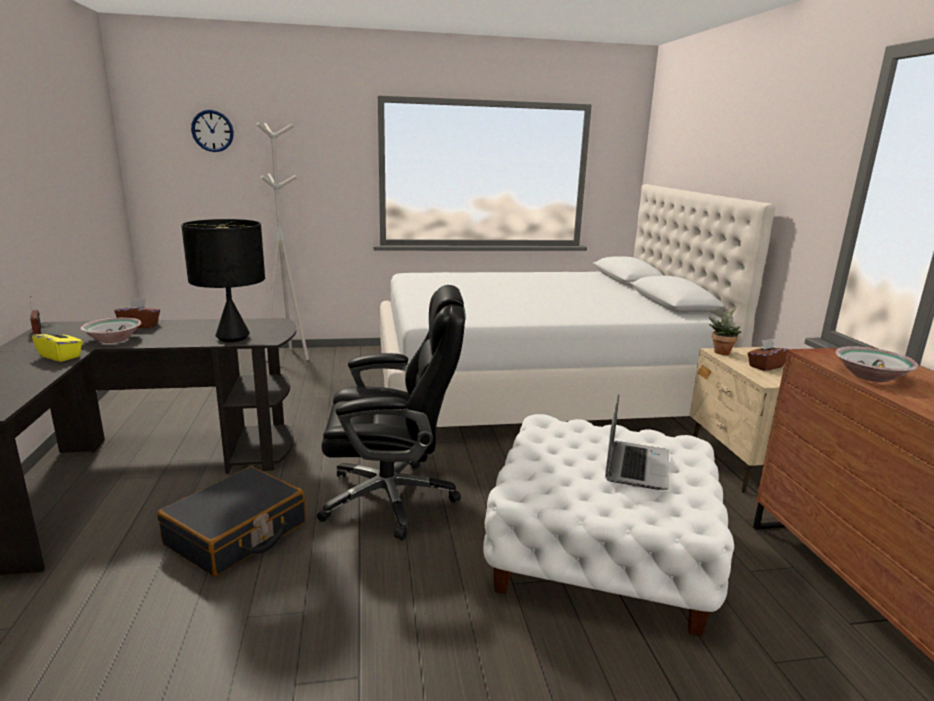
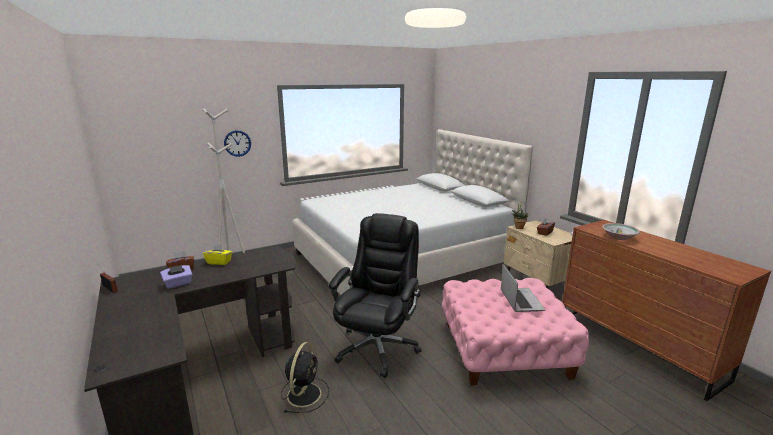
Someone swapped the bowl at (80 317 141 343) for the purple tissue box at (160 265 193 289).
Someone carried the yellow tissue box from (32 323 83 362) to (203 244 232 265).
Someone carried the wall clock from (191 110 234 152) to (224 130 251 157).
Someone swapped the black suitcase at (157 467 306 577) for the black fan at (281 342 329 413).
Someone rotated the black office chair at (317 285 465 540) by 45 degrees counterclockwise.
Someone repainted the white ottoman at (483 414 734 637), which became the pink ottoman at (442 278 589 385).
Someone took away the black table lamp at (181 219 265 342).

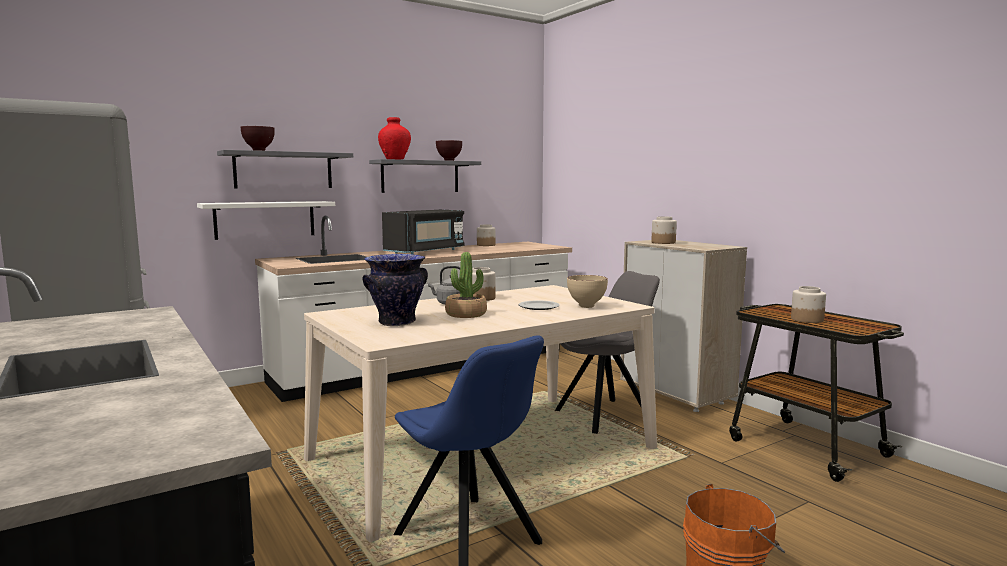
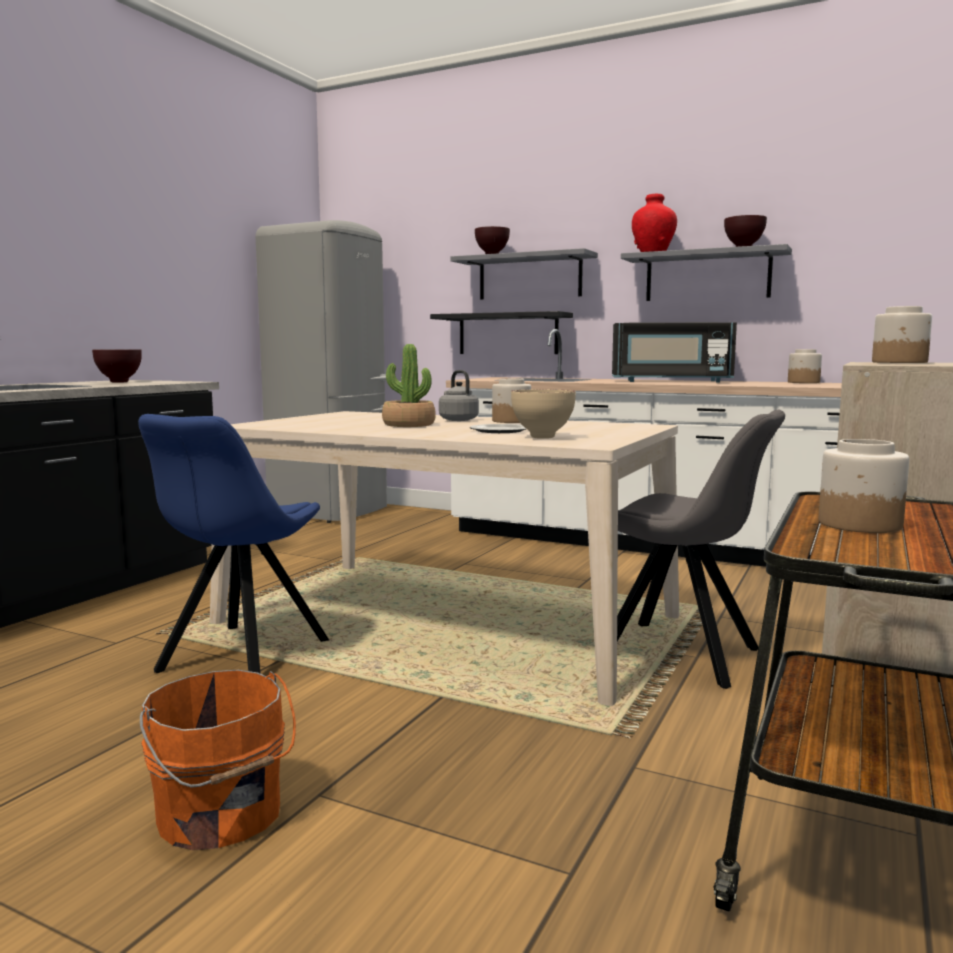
Someone put down the brown bowl at (92 349 142 383).
Someone repainted the white shelf at (197 201 335 240), which became the black shelf at (430 311 573 354).
Someone took away the vase at (363 254 428 326).

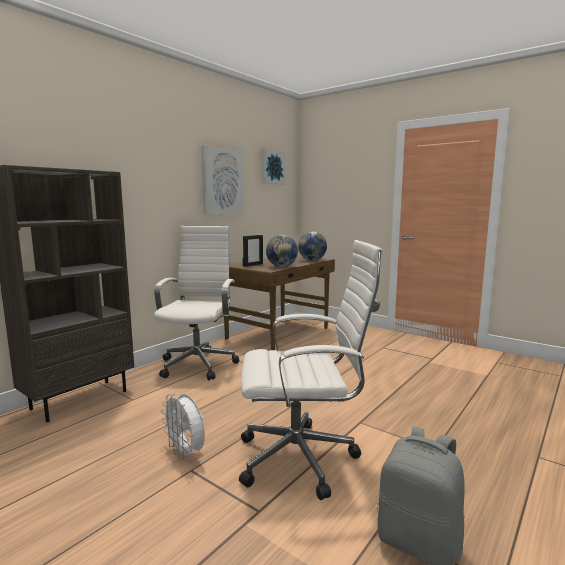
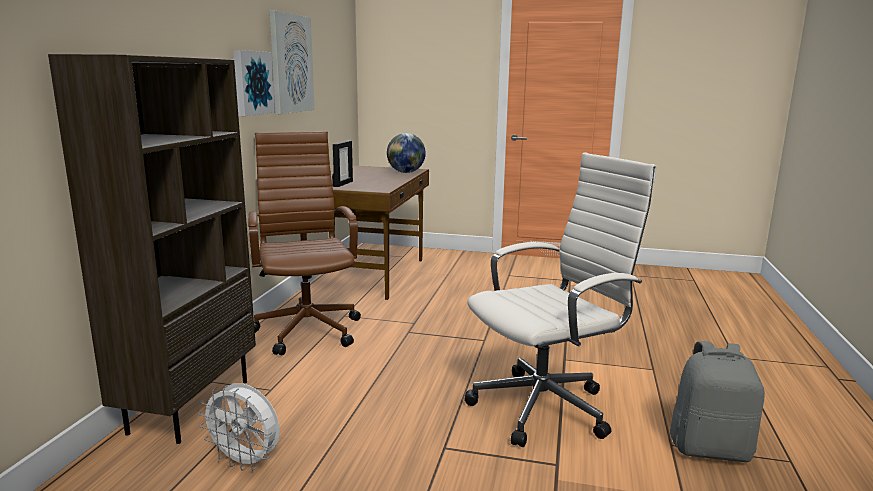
Someone carried the white fan from (161 394 205 461) to (198 383 280 471).
Someone carried the picture from (261 149 285 184) to (233 50 275 116).
Someone repainted the white office chair at (154 226 239 380), which became the brown office chair at (248 131 361 355).
Someone took away the globe at (266 235 298 267).

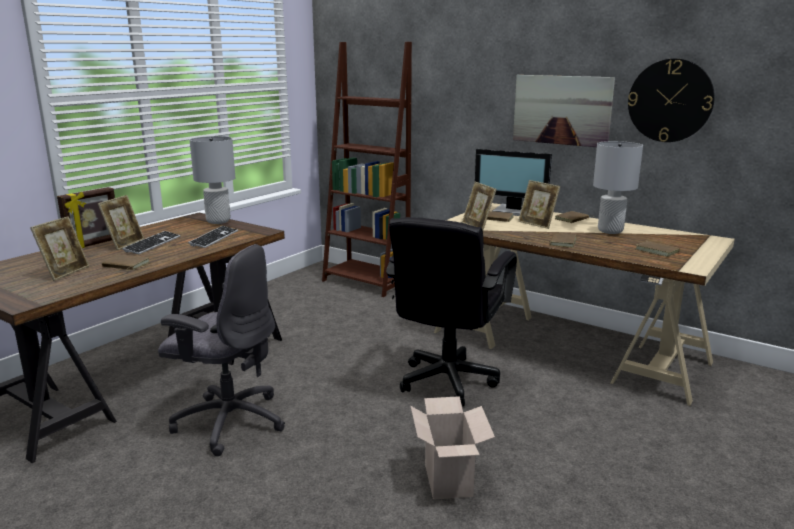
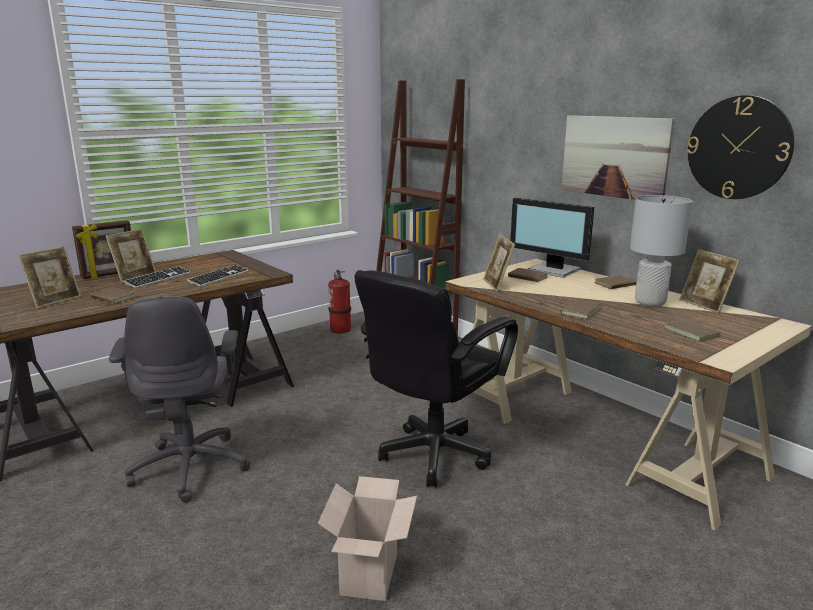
Someone rotated the grey office chair at (158 244 285 456) by 45 degrees clockwise.
Someone put down the fire extinguisher at (328 270 351 334).
Someone carried the picture frame from (518 180 560 229) to (679 249 740 313).
Someone took away the grey table lamp at (190 136 235 224).

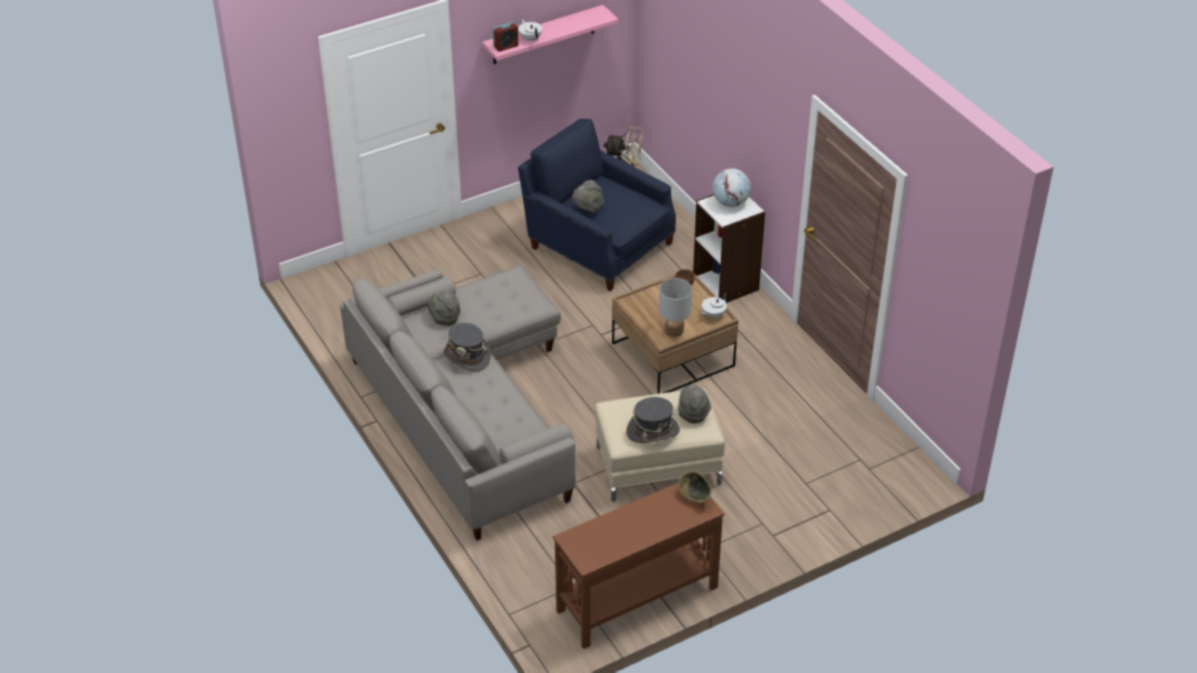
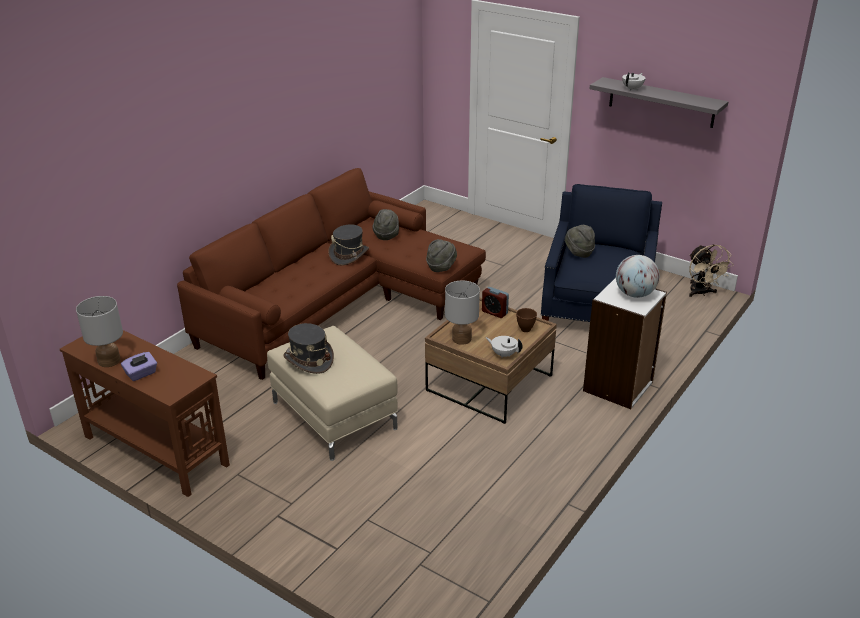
Someone put down the grey table lamp at (76 296 123 367).
Someone put down the purple tissue box at (121 352 157 381).
Someone repainted the grey sofa at (340 265 576 541), which became the brown sofa at (177 168 486 380).
Someone carried the grey hat from (678 385 711 423) to (426 239 457 272).
Someone carried the alarm clock from (493 22 519 51) to (482 287 509 318).
Someone repainted the pink shelf at (483 5 618 64), which became the grey shelf at (590 77 728 128).
Someone took away the bowl at (678 471 712 503).

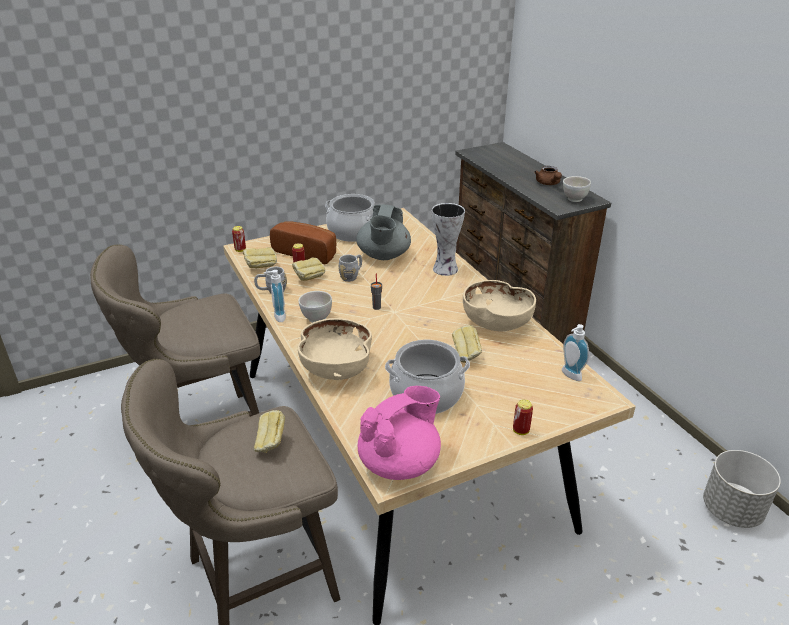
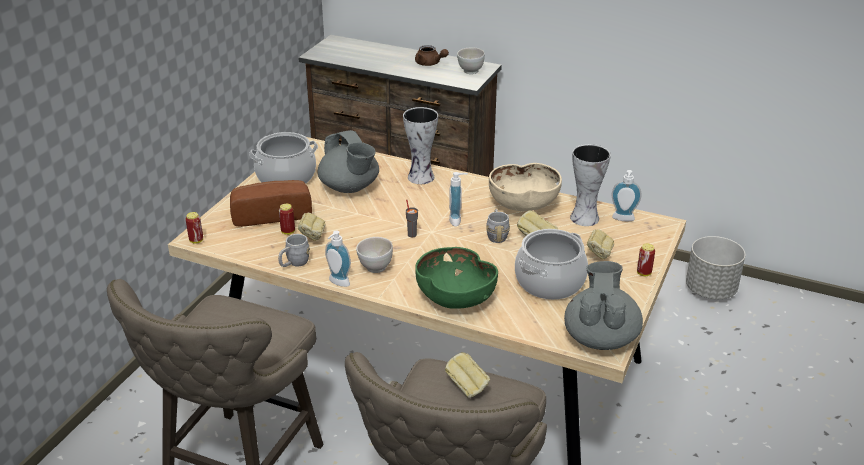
Someone repainted the beige bowl at (298 318 372 380), which became the green bowl at (415 247 498 309).
Someone put down the soap dispenser at (449 172 468 226).
Someone carried the grey mug from (338 254 362 282) to (486 209 510 243).
Someone repainted the pink teapot at (358 386 441 480), which became the grey teapot at (564 261 643 350).
Someone put down the vase at (570 144 611 226).
Someone carried the bread from (242 247 277 268) to (587 229 614 259).

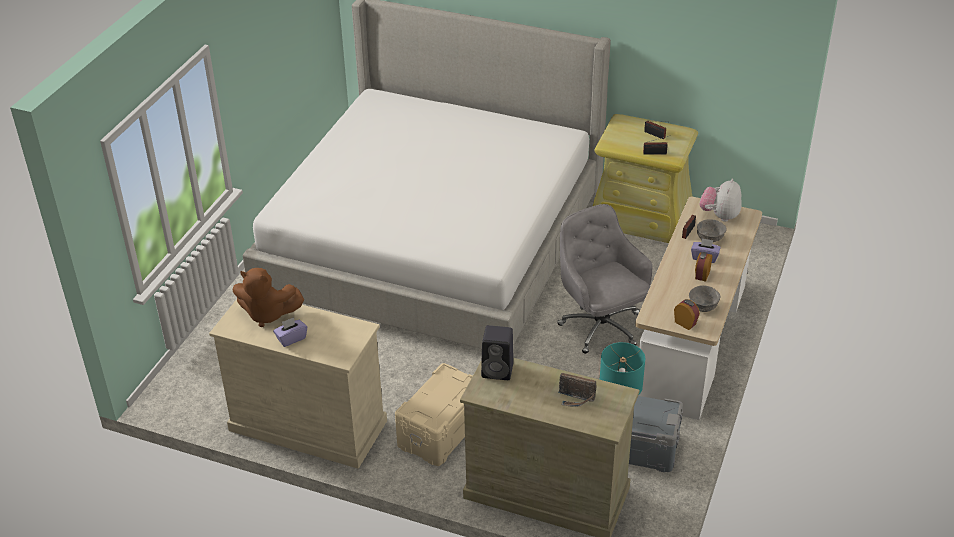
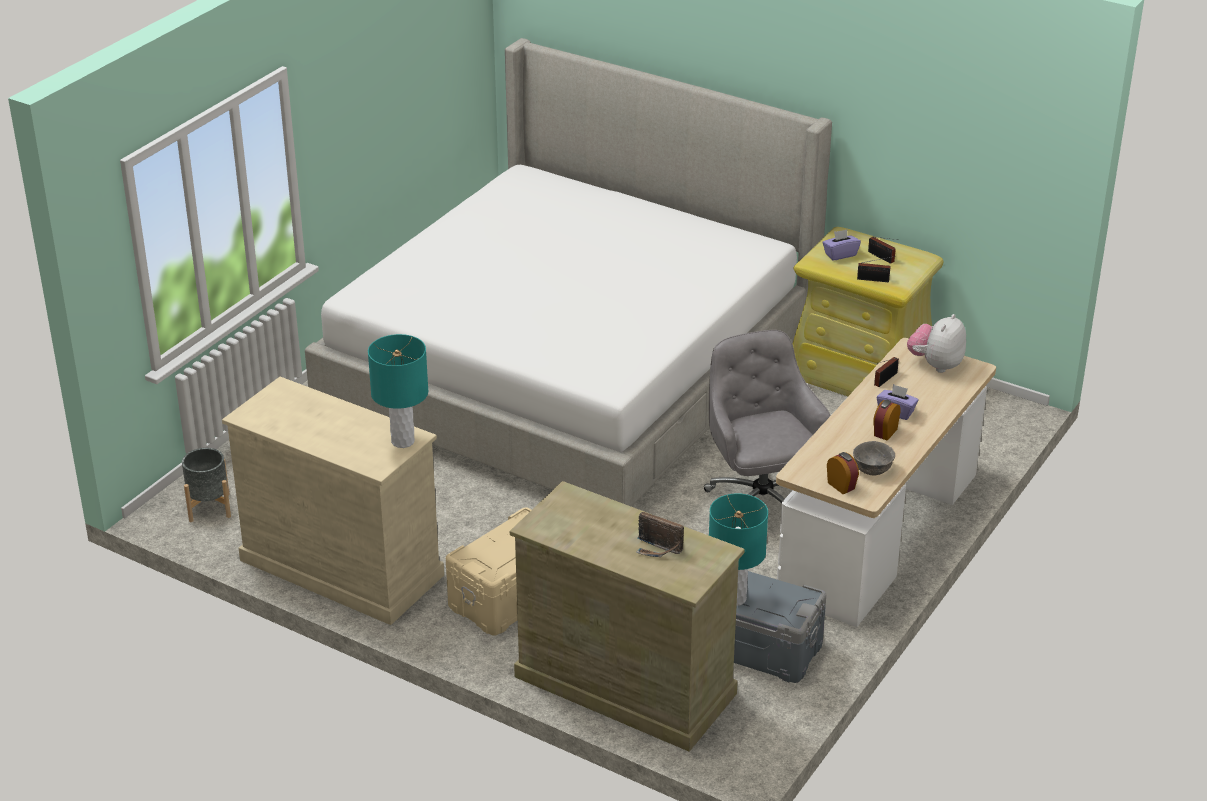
Someone put down the grey planter at (182 448 231 522).
Someone put down the turquoise table lamp at (368 334 429 448).
Someone carried the purple tissue box from (273 317 307 347) to (822 230 861 260).
Someone took away the brown plush toy at (232 268 304 327).
Someone took away the black speaker at (481 325 514 380).
Someone took away the grey bowl at (697 219 726 242).

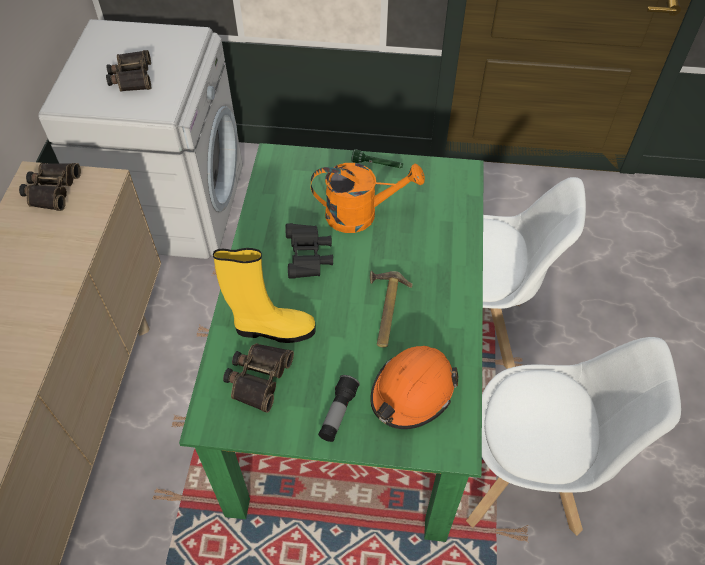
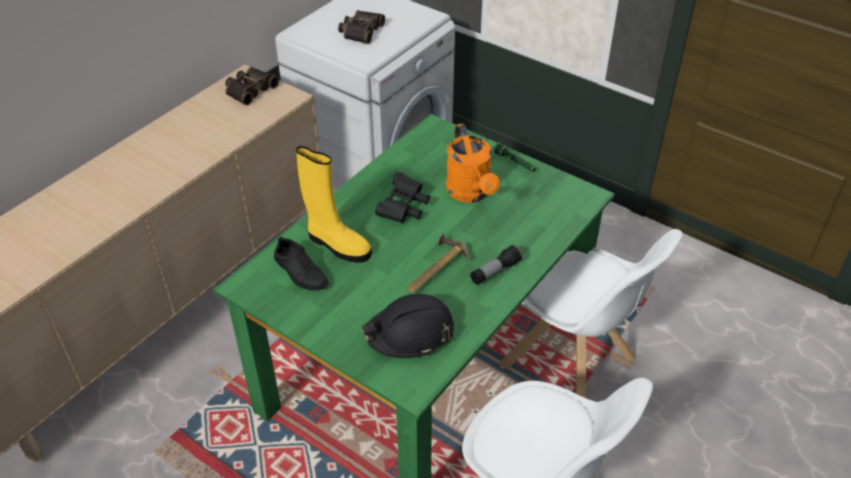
Someone swapped the binoculars at (223 343 294 413) for the black shoe at (274 237 329 290).
Someone repainted the orange hard hat at (370 346 458 429), which became the black hard hat at (362 294 454 358).
Someone rotated the orange watering can at (311 163 425 233) by 45 degrees clockwise.
Someone carried the flashlight from (318 375 360 442) to (470 245 523 285).

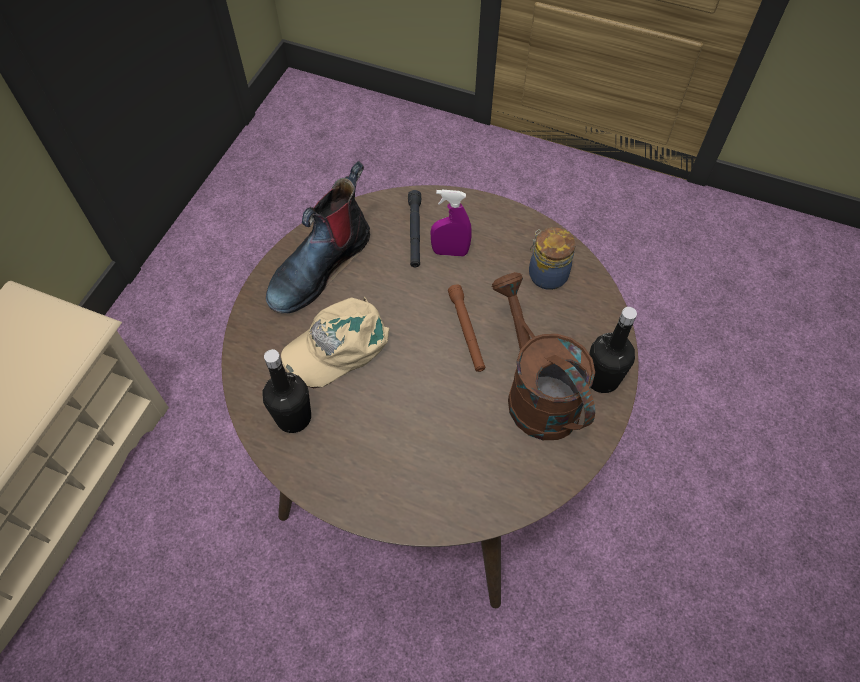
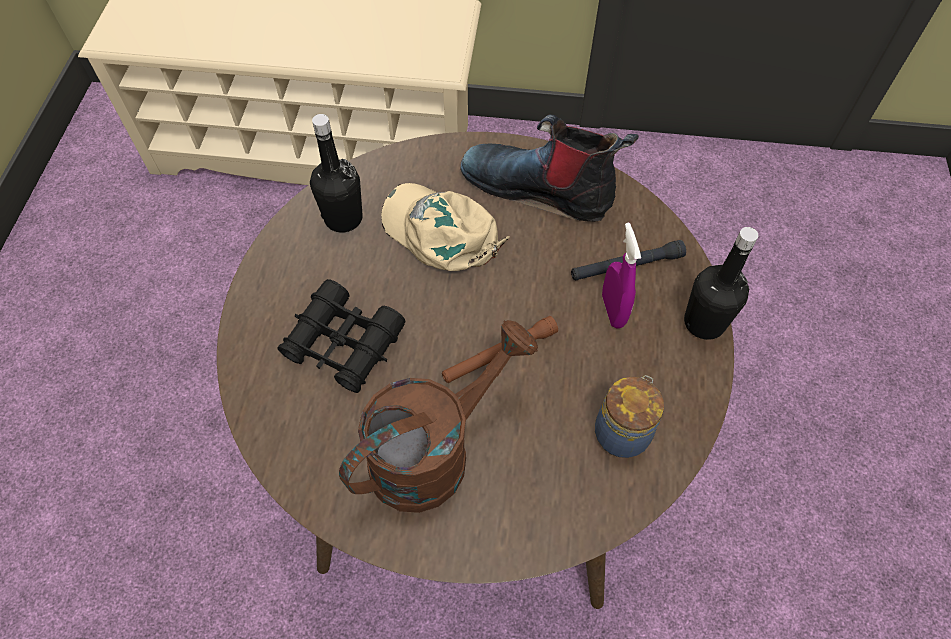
Someone put down the black binoculars at (277 279 405 393).
Someone carried the black bottle from (589 307 637 393) to (684 227 758 340).

